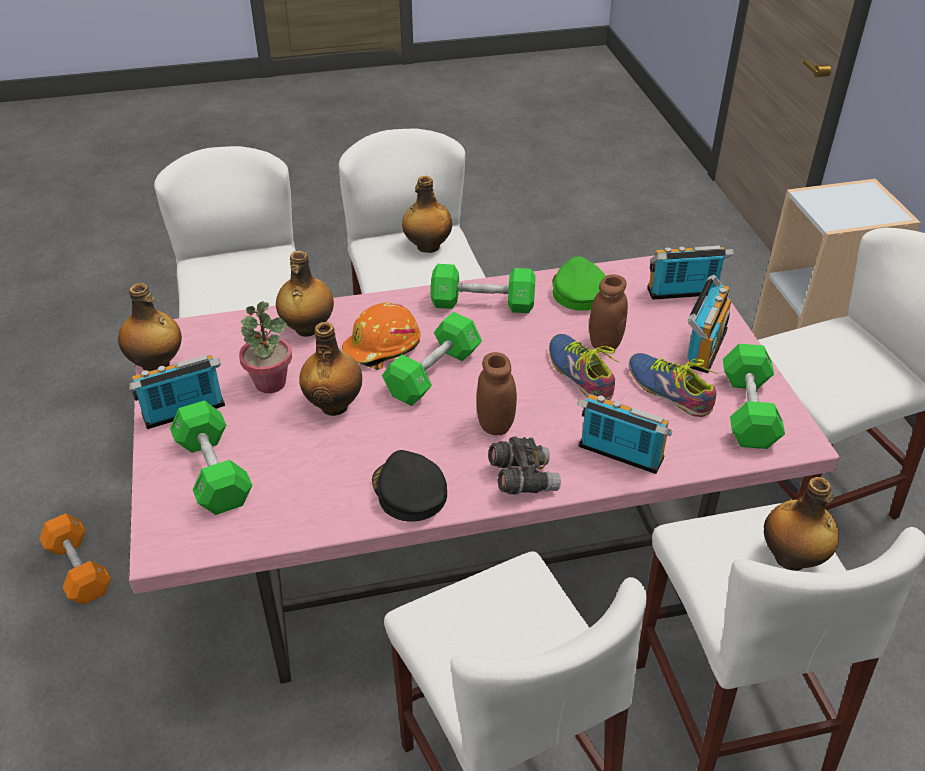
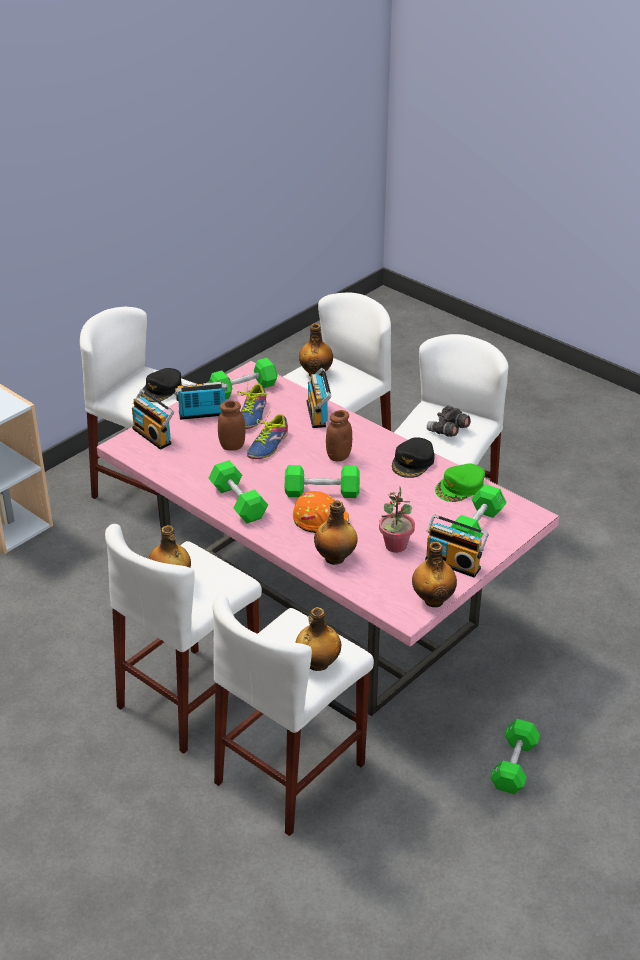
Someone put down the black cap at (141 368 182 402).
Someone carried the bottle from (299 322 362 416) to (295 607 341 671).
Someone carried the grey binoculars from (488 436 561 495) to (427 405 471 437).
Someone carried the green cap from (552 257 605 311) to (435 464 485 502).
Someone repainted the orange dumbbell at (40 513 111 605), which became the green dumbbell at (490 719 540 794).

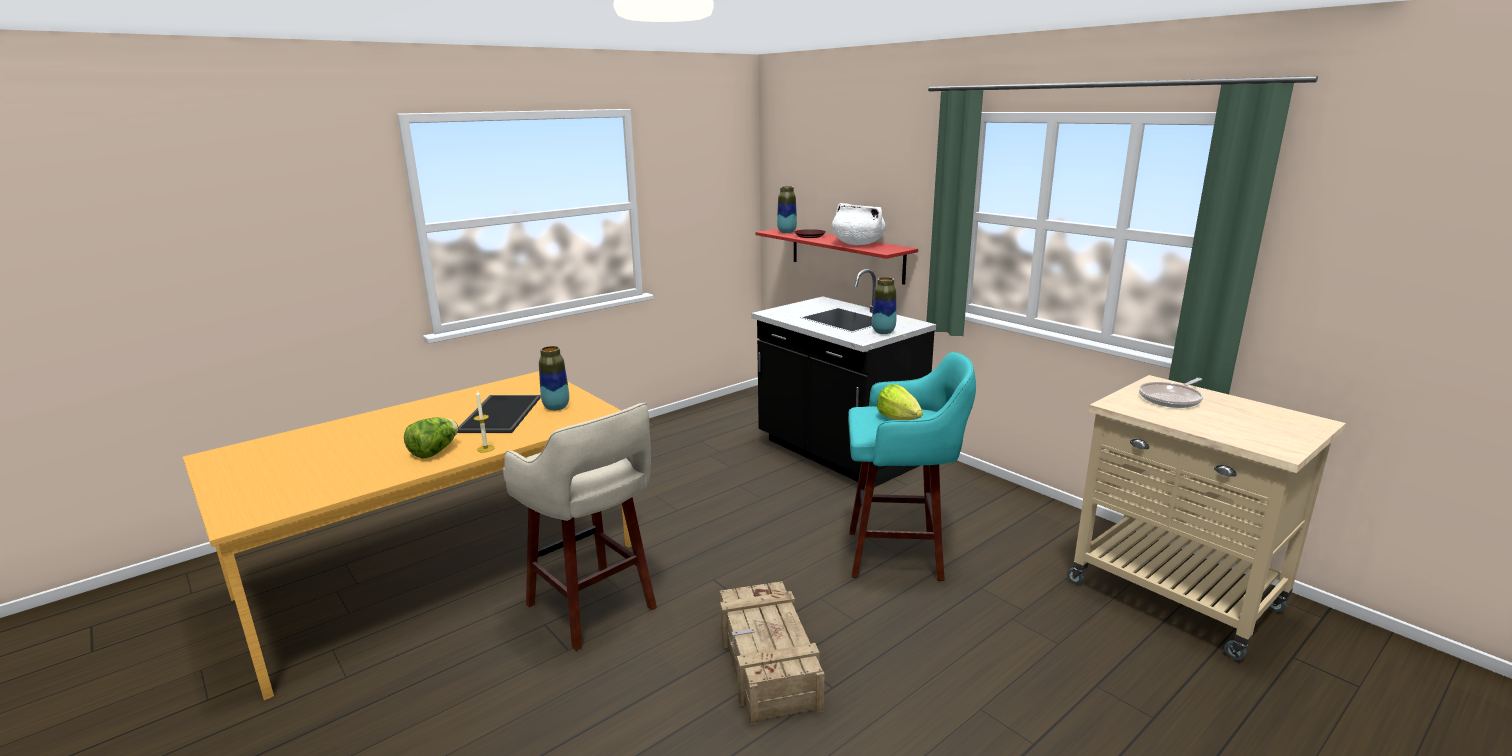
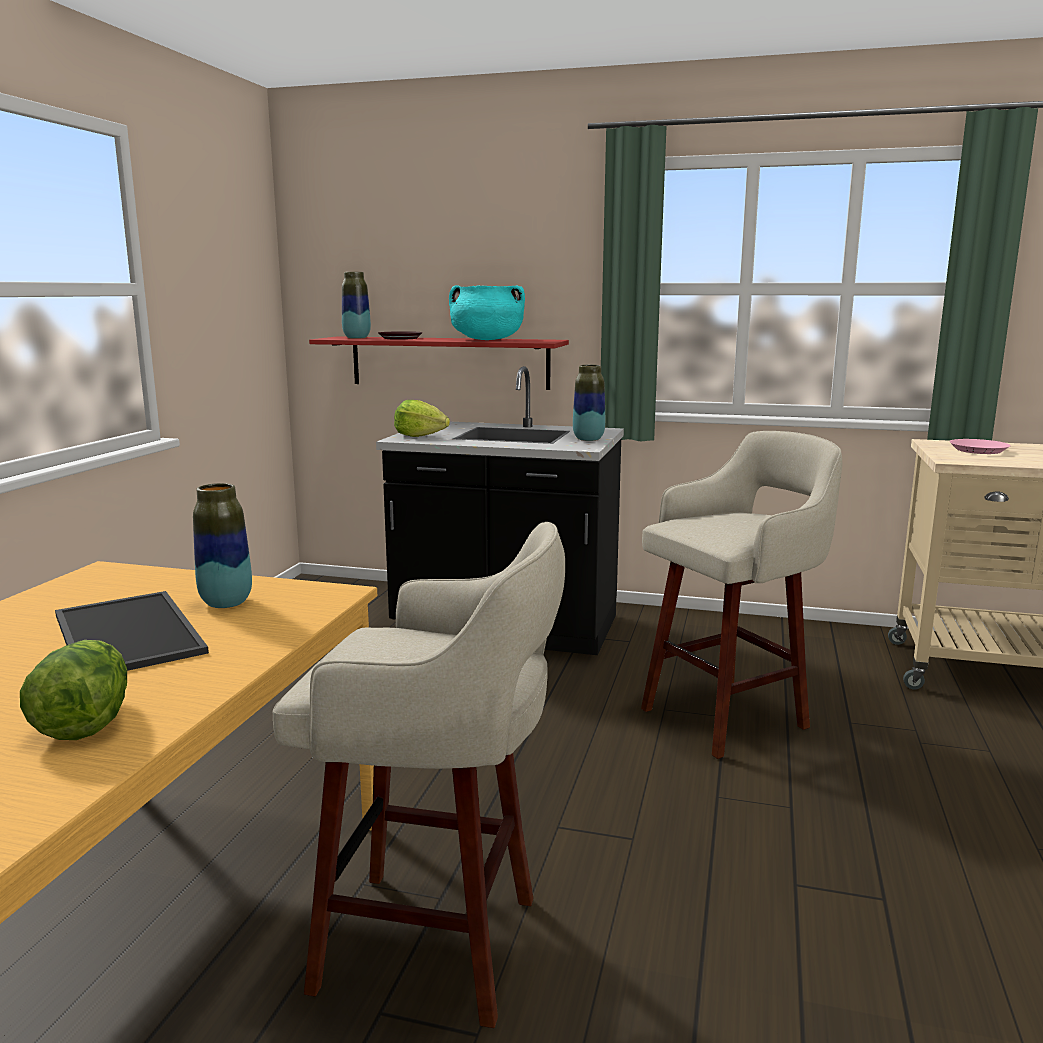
Someone carried the lettuce from (877 385 923 420) to (394 400 450 437).
Someone repainted the white cooking pot at (832 203 886 245), which became the turquoise cooking pot at (449 285 525 340).
Someone repainted the turquoise stool at (848 352 976 581), which became the beige stool at (641 431 842 759).
Someone swapped the frying pan at (1139 378 1203 408) for the pink plate at (949 439 1011 454).
Someone took away the candle at (474 391 495 452).
Someone took away the crate at (720 581 824 725).

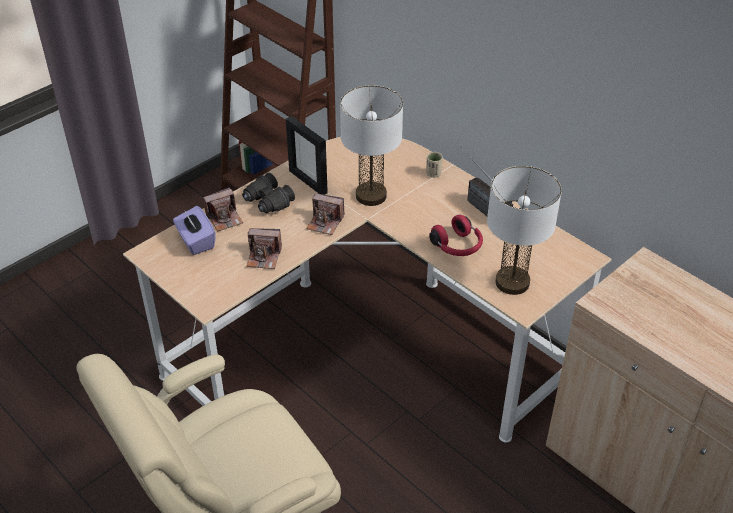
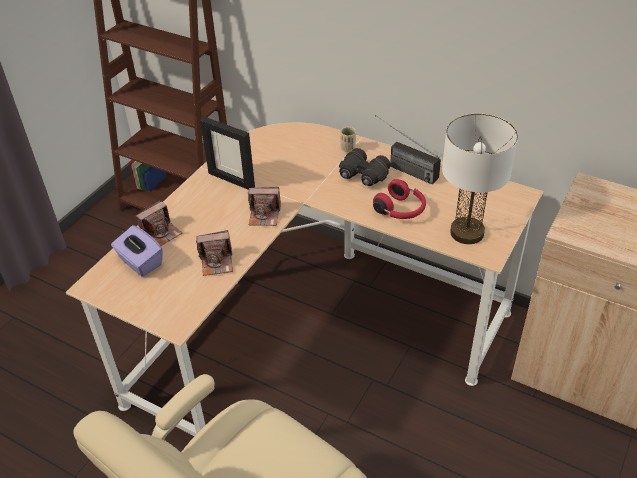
Someone carried the black binoculars from (242 173 295 213) to (339 148 391 186).
Someone took away the table lamp at (340 85 403 206).

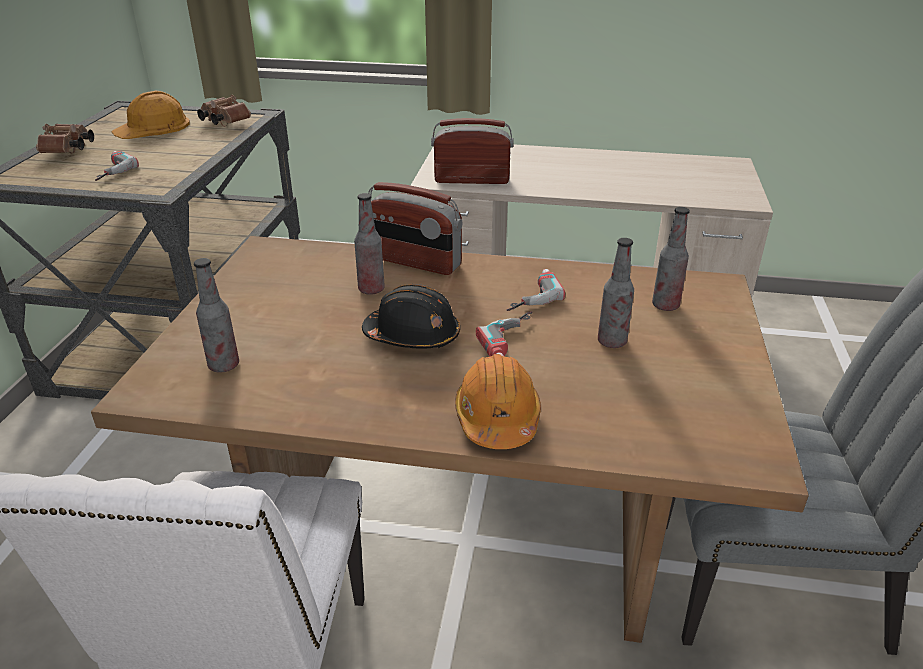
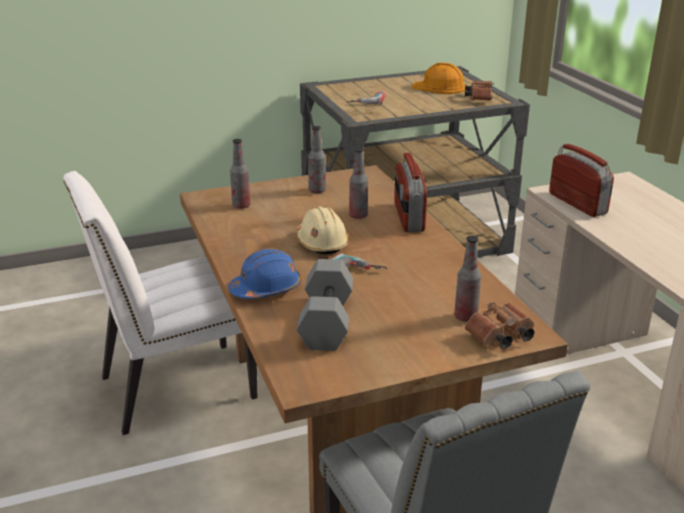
Someone repainted the orange hard hat at (455 354 541 449), which became the blue hard hat at (228 248 302 299).
Someone put down the grey dumbbell at (296 259 353 351).
Someone repainted the black hard hat at (362 284 460 349), which became the beige hard hat at (297 206 349 254).
Someone carried the bottle from (598 238 634 348) to (308 126 326 193).
Someone carried the brown binoculars from (36 124 94 154) to (465 302 534 349).
Someone took away the power drill at (506 269 565 311).

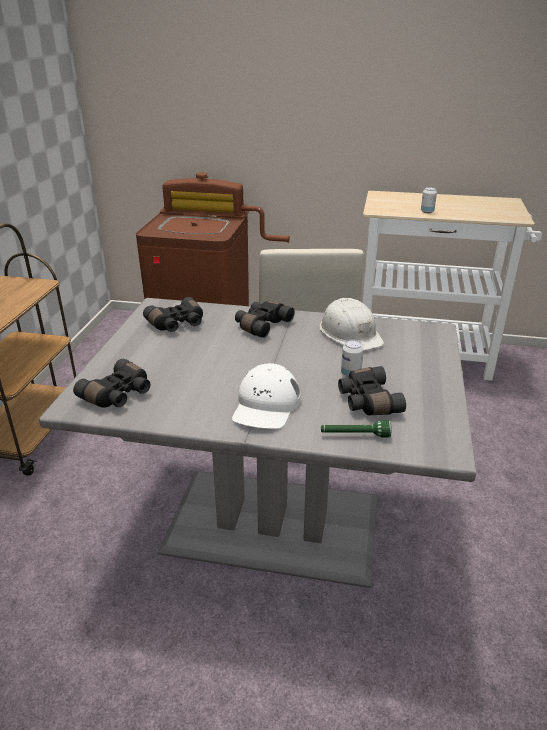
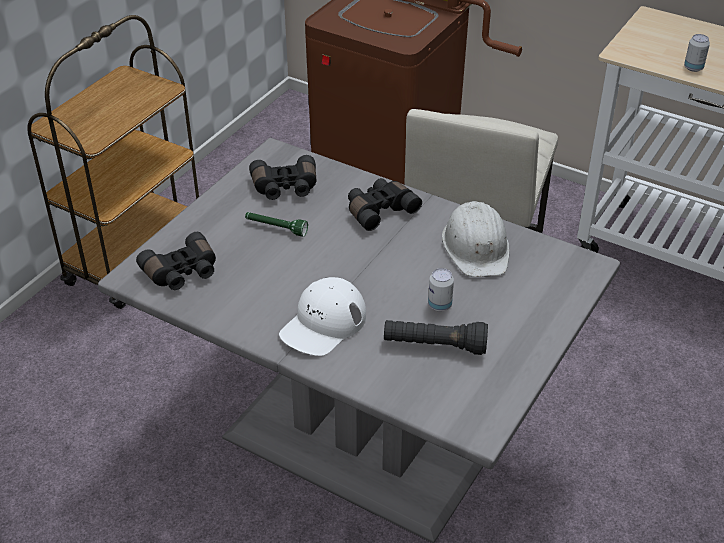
Someone carried the green flashlight from (321 420 391 438) to (245 212 308 237).
Someone swapped the black binoculars at (338 366 406 415) for the black flashlight at (384 320 488 355).

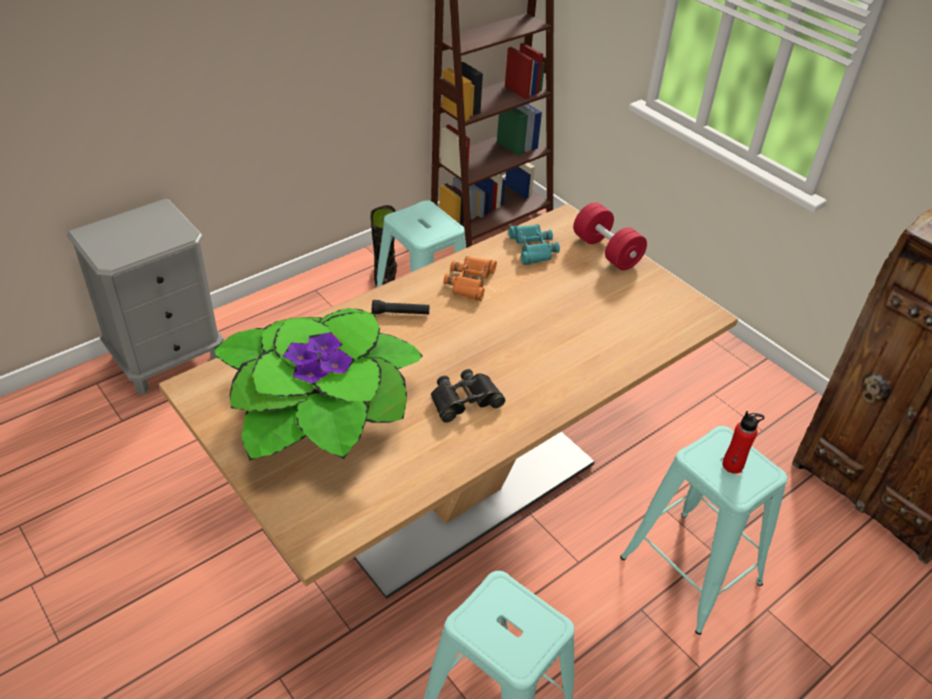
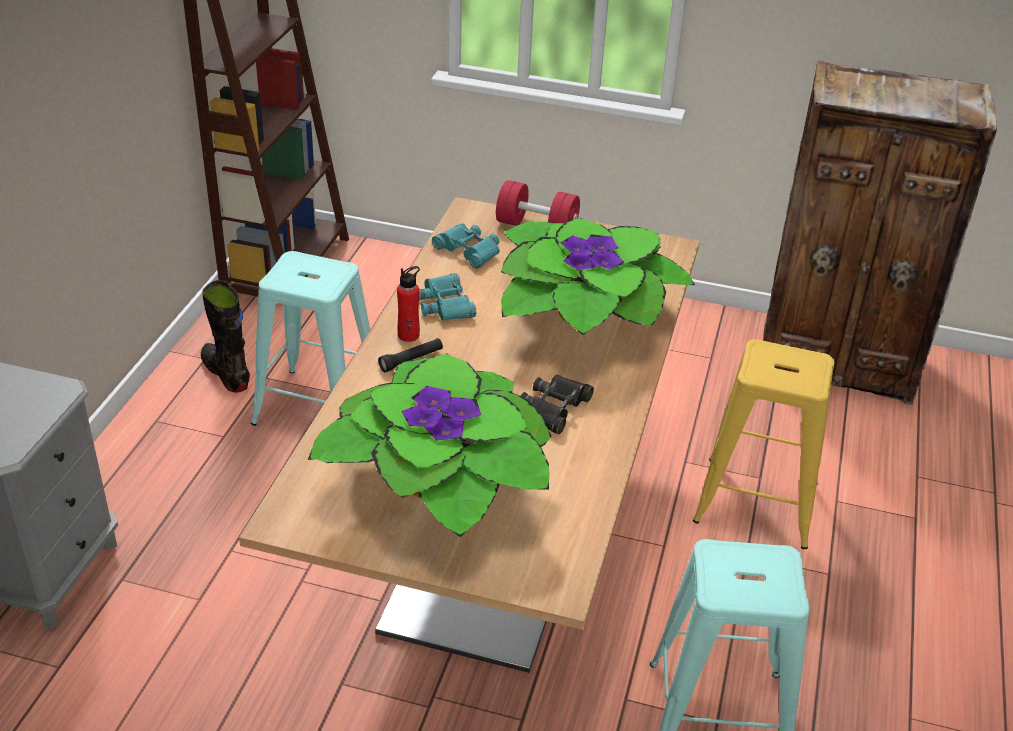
Someone carried the red bottle from (722 411 764 474) to (397 266 420 342).
Someone repainted the orange binoculars at (443 256 497 301), which became the turquoise binoculars at (419 273 476 320).
Someone put down the potted plant at (501 218 695 335).
Someone repainted the turquoise stool at (620 426 787 635), which became the yellow stool at (693 339 834 549).

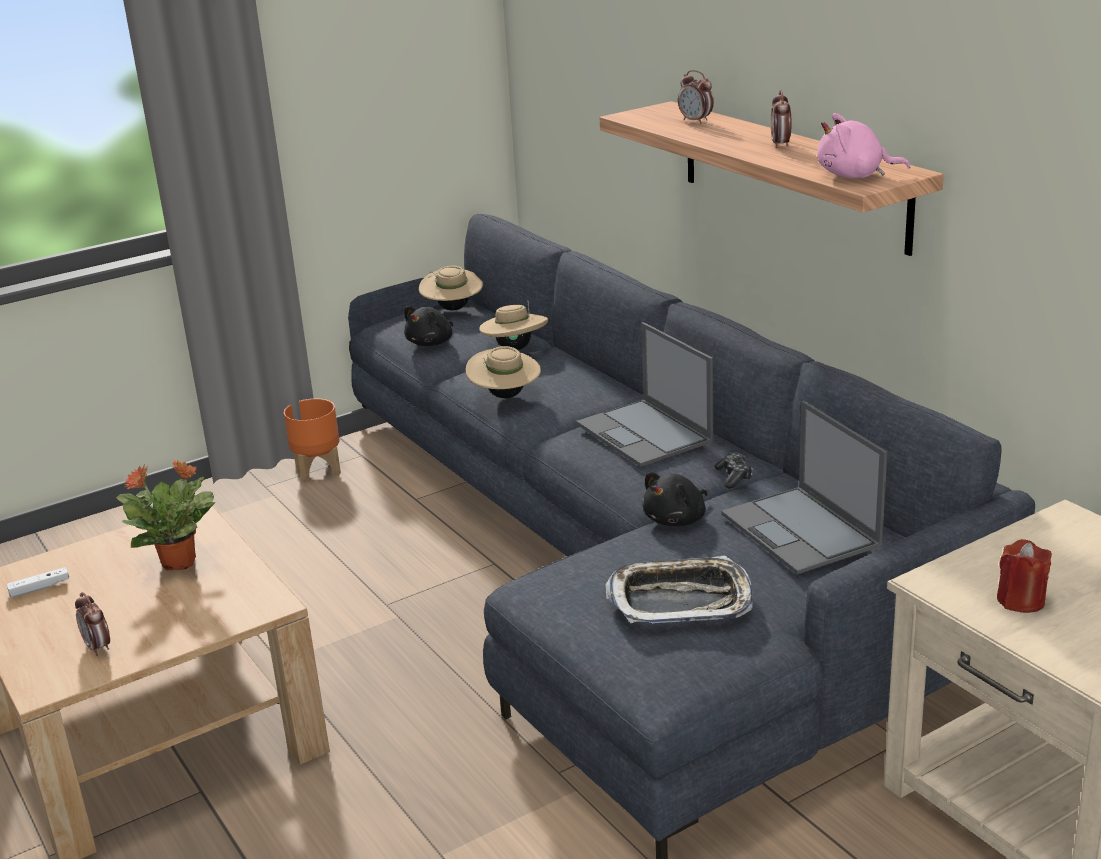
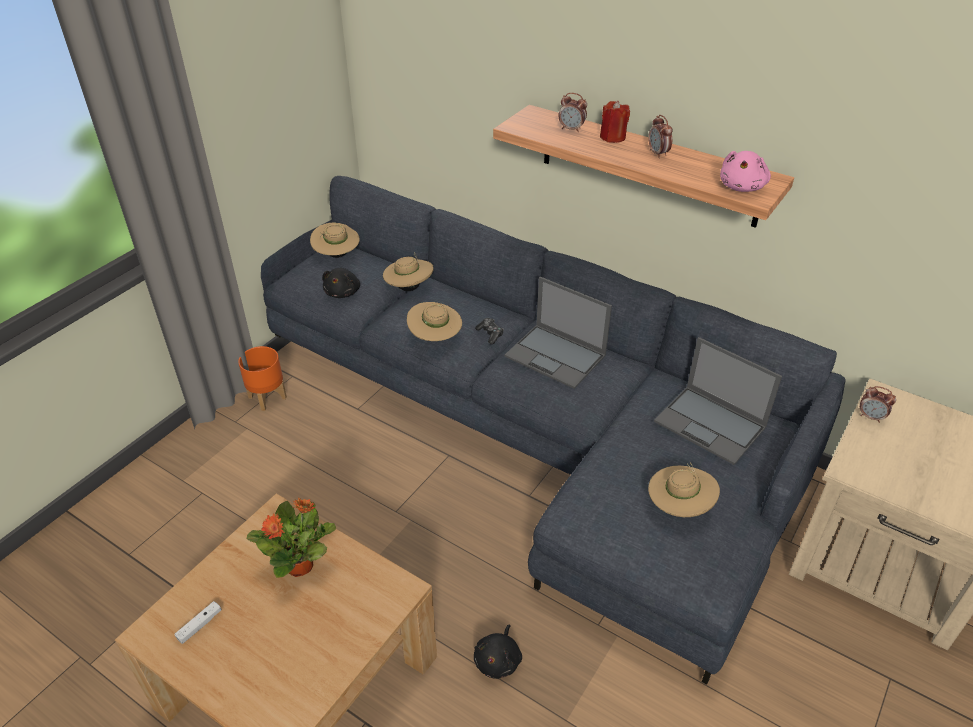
Someone carried the black plush toy from (642 472 708 526) to (474 624 522 679).
Someone carried the game controller from (714 452 753 489) to (475 318 504 344).
Someone carried the red candle from (997 539 1052 613) to (600 101 630 143).
Someone swapped the tray at (605 556 753 623) for the beige hat at (648 462 720 517).
Someone rotated the pink plush toy at (818 113 910 178) by 45 degrees counterclockwise.
Someone carried the alarm clock from (75 592 110 656) to (860 386 896 423).

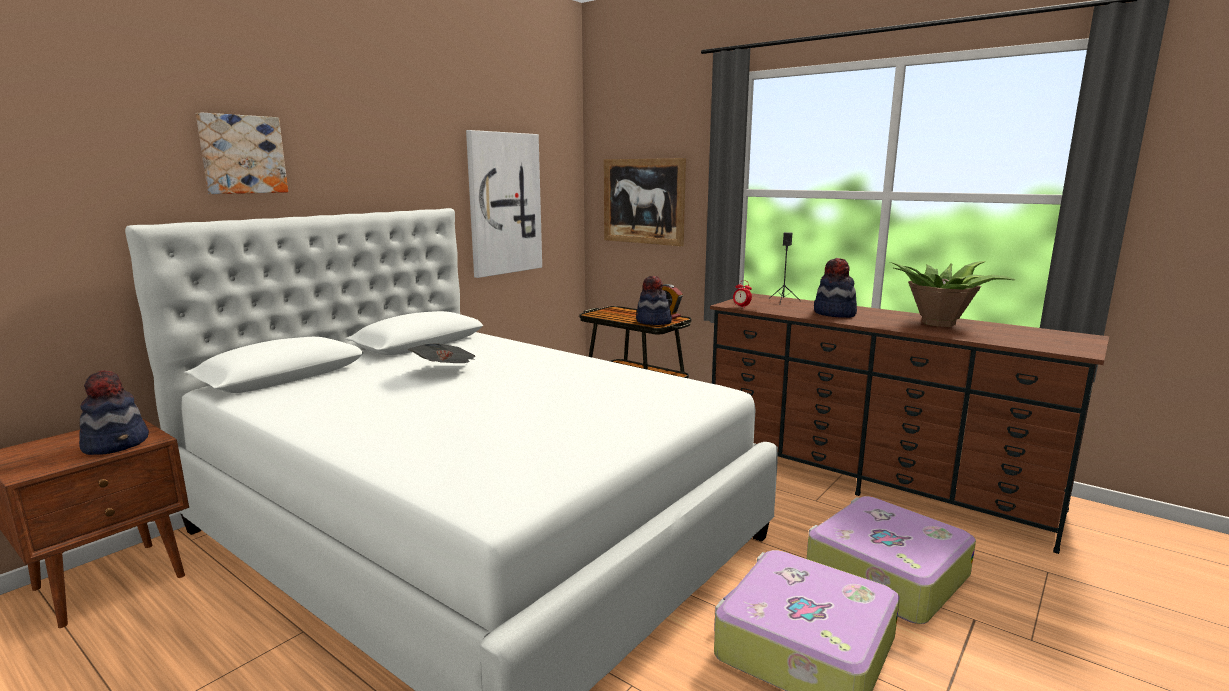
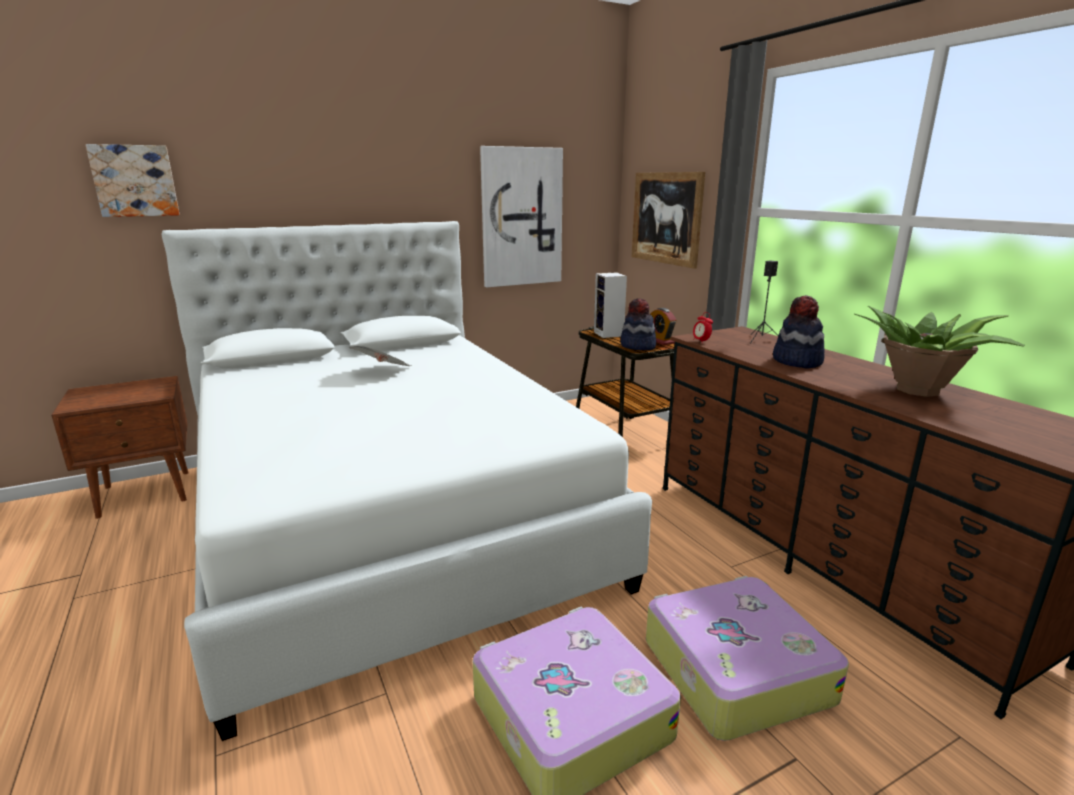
Someone carried the picture from (196 112 288 194) to (85 144 180 217).
Someone put down the speaker at (594 273 627 338).
Someone took away the hat at (79 370 149 455).

